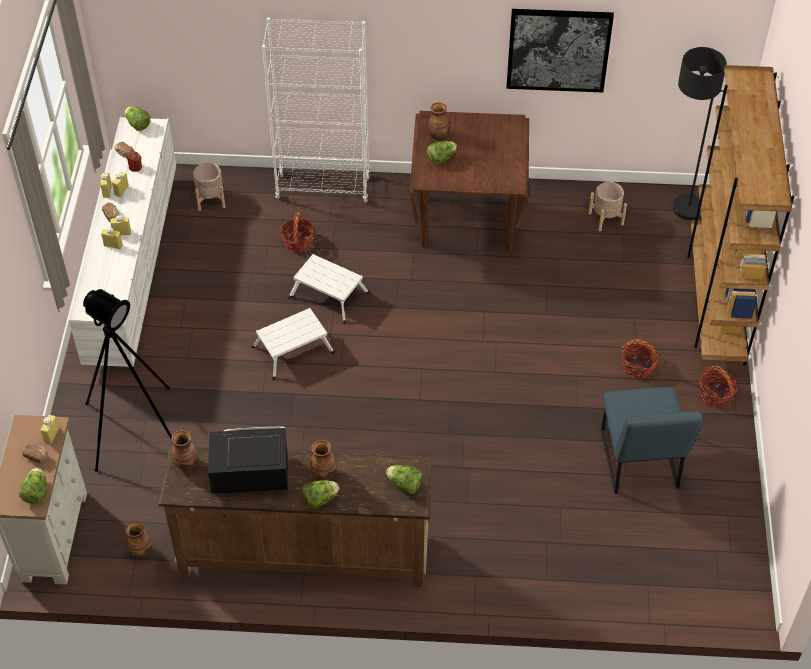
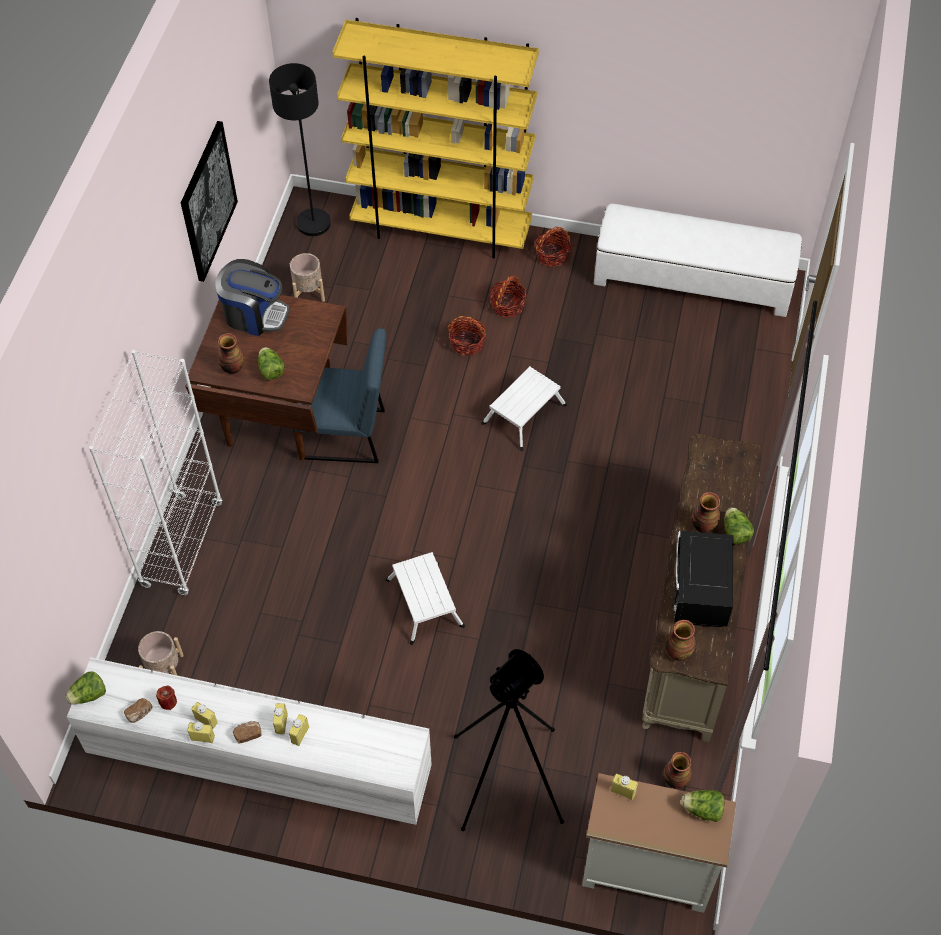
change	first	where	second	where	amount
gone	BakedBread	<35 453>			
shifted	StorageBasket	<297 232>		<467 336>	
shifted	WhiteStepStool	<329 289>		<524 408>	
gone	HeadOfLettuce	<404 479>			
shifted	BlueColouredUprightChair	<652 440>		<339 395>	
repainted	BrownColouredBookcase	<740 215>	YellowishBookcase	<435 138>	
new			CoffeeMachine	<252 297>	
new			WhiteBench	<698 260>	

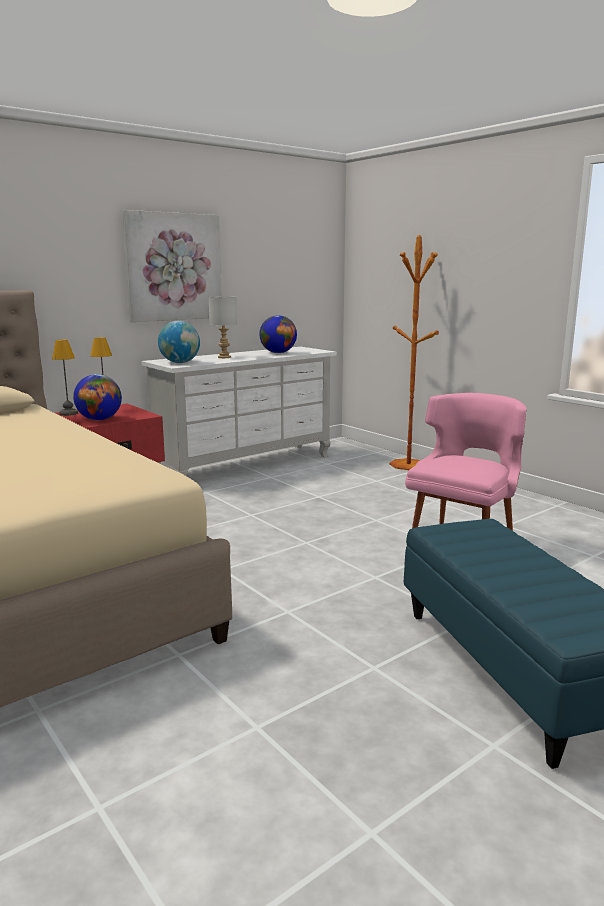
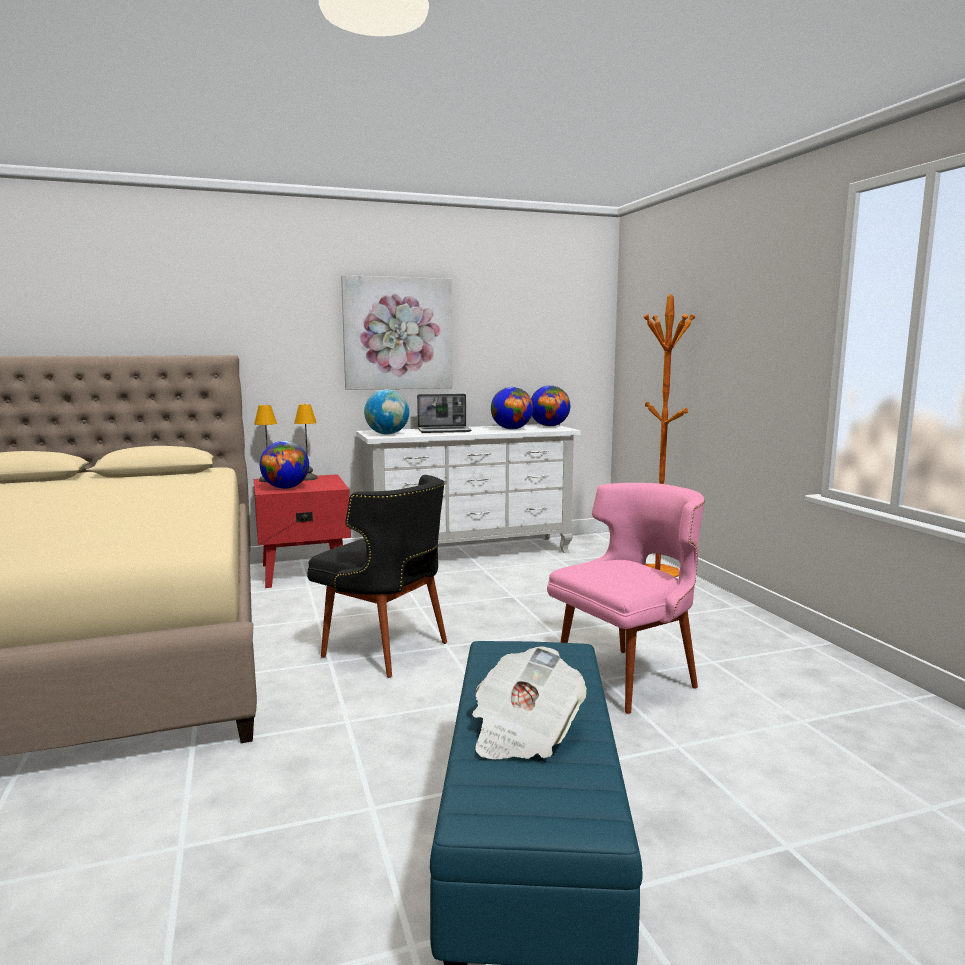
change	first	where	second	where	amount
swapped	GreyTableLamp	<223 327>	NotebookComputer	<444 413>	
new			BlackUprightChair	<377 576>	
new			Newspaper	<529 702>	
new			DeskGlobe	<550 405>	

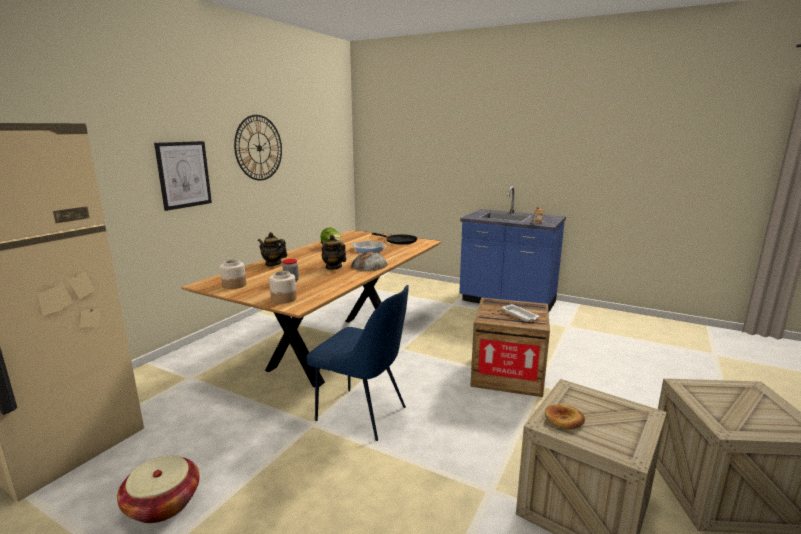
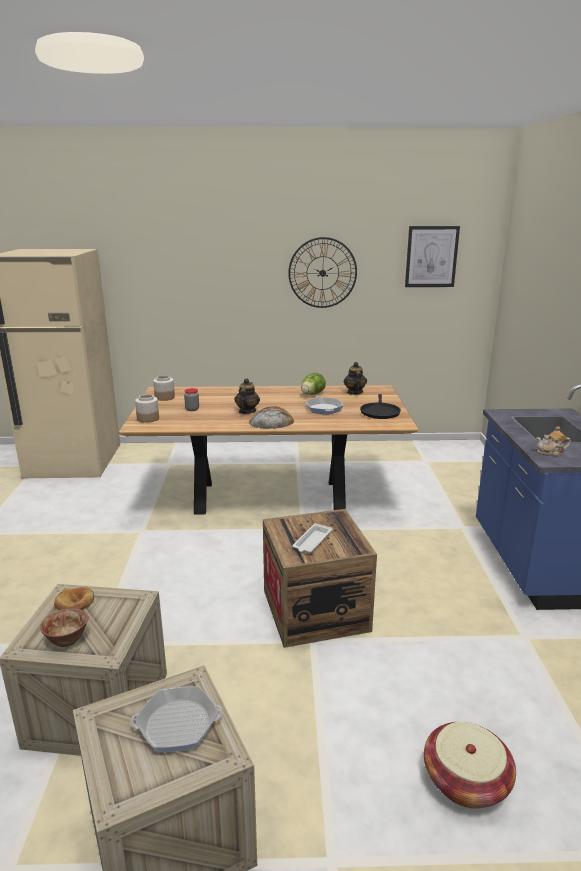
change	first	where	second	where	amount
shifted	StorageBasket	<158 489>		<470 765>	
shifted	WallArt	<183 176>		<432 256>	
shifted	Teapot	<272 249>		<355 378>	
gone	BlueColouredUprightChair	<358 363>			
new			Bowl	<64 627>	
new			Skillet	<176 719>	

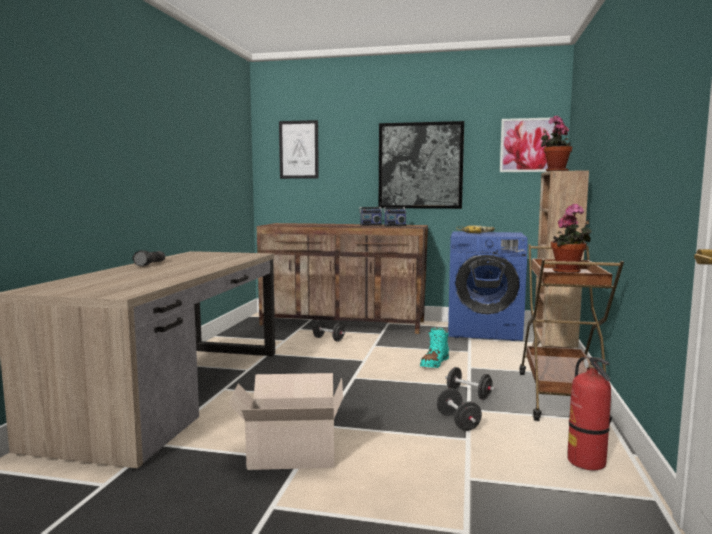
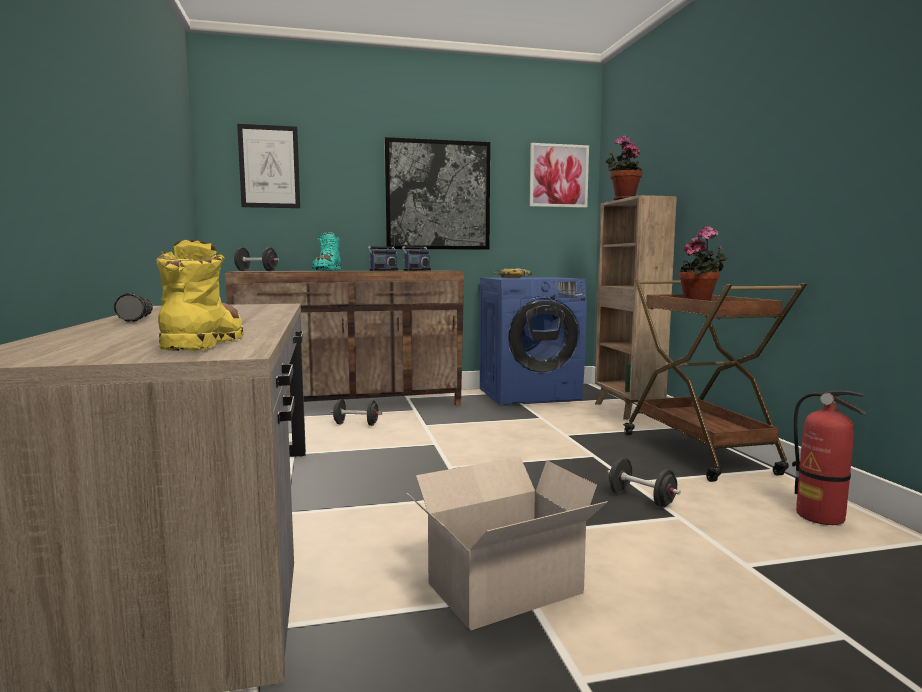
change	first	where	second	where	amount
shifted	BlueGreenHighTopBoot	<434 348>		<326 251>	
shifted	BlackHandWeight	<470 383>		<256 259>	
new			YellowishHighTopBoot	<200 295>	

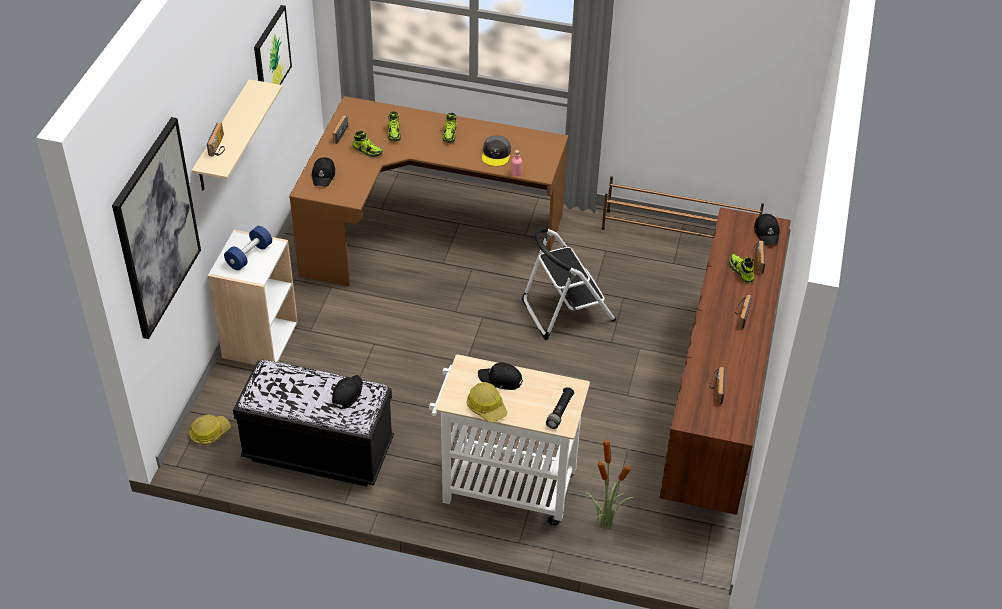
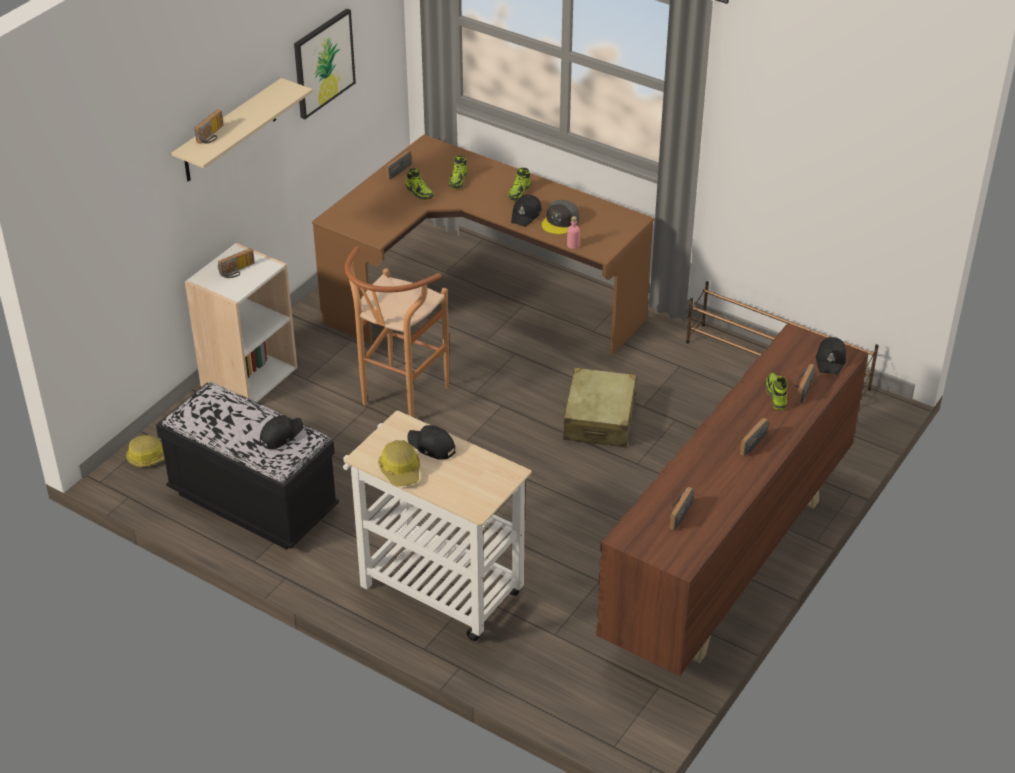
change	first	where	second	where	amount
gone	WallArt	<156 228>			
swapped	BlueColouredHandWeight	<248 248>	RadioSet	<236 263>	
shifted	BlackCap	<323 172>		<526 211>	
swapped	StepStool	<569 284>	BeigeTravelCase	<600 408>	
gone	BlackHandTorch	<560 408>			
gone	PlantInAPot	<609 484>			
new			BrownColouredStoolSeat	<397 331>	

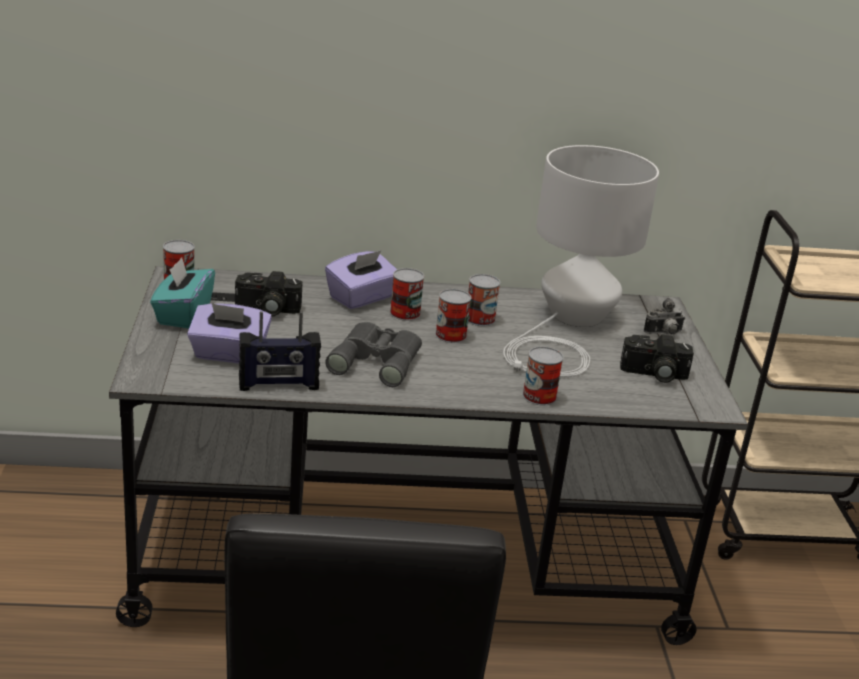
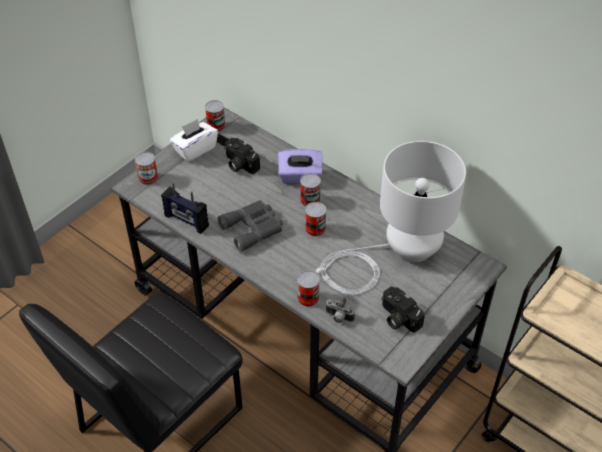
change	first	where	second	where	amount
repainted	BlueGreenBoxOfTissues	<182 292>	WhiteBoxOfTissues	<194 140>	
gone	PurpleBoxOfTissues	<229 333>			
shifted	MetalCan	<484 300>		<146 168>	
shifted	PhotoCamera	<664 316>		<340 310>	

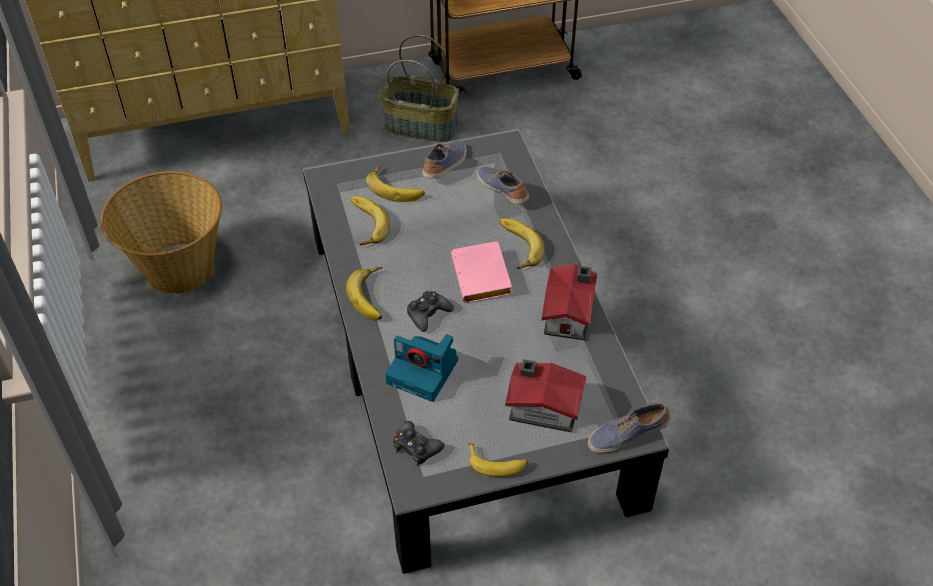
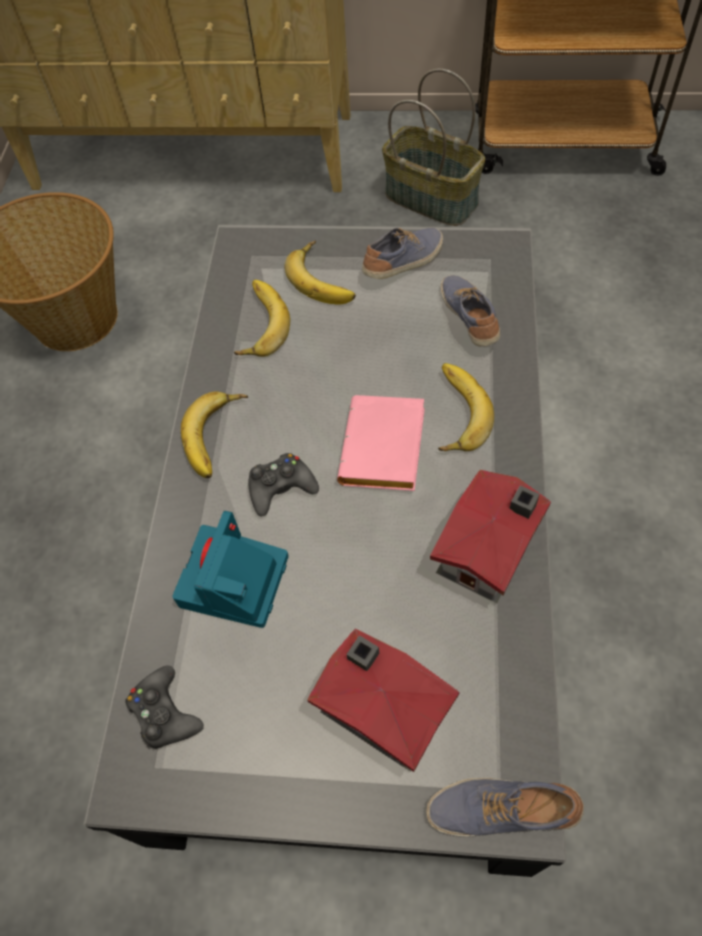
change	first	where	second	where	amount
rotated	PhotoCamera	<421 368>		<230 569>	60 degrees clockwise
gone	WholeBanana	<499 460>			

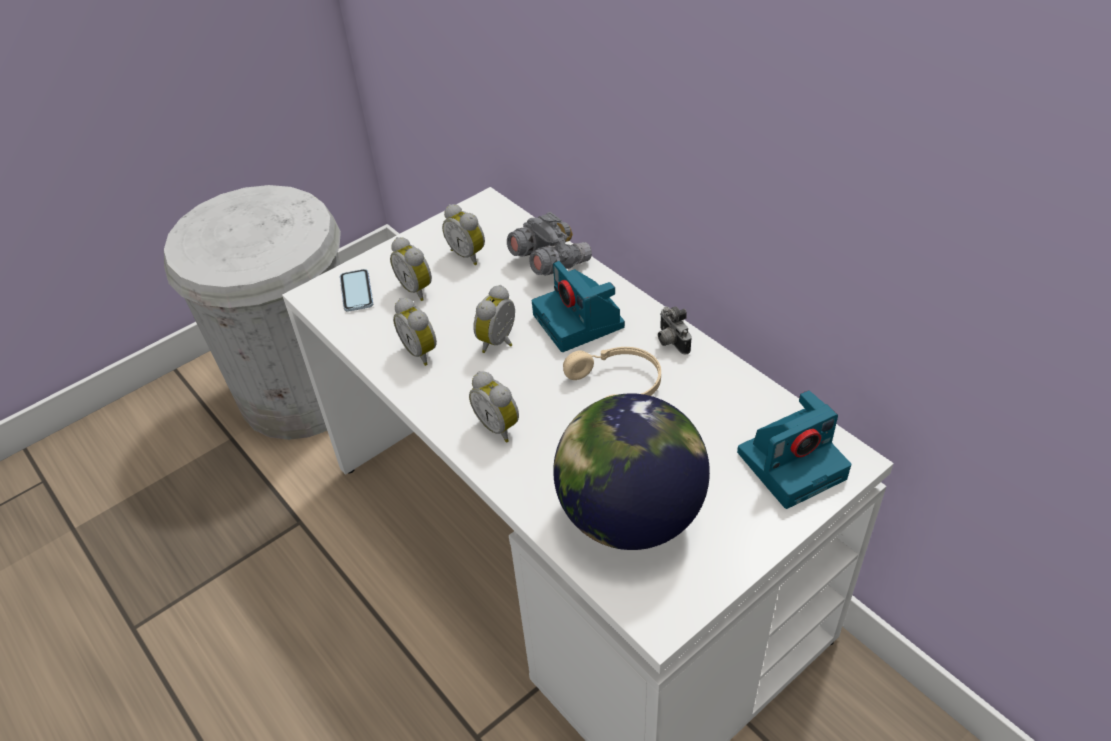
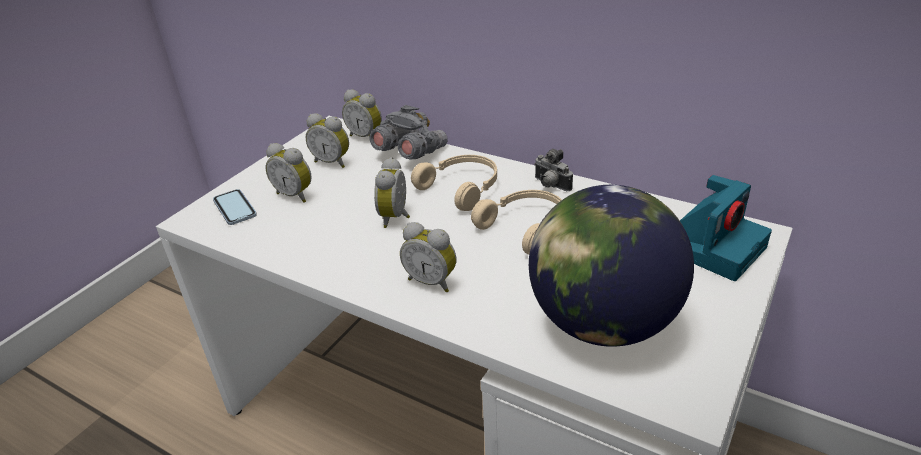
change	first	where	second	where	amount
gone	WhiteWasteBin	<252 312>			
shifted	TableClock	<415 332>		<362 113>	
swapped	PhotoCamera	<578 306>	BeigeHeadphones	<454 183>	

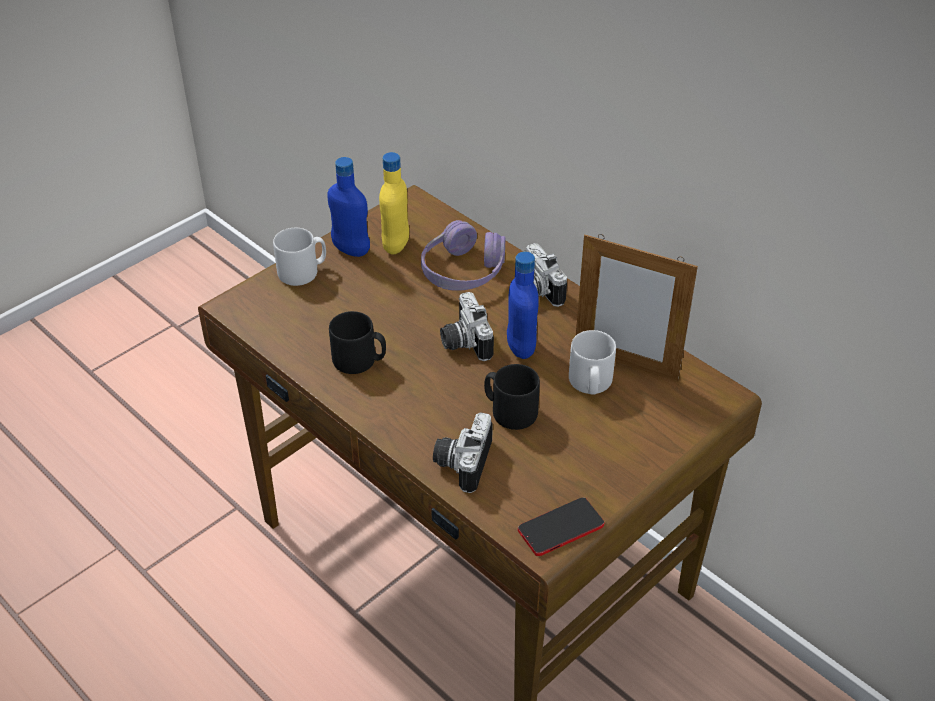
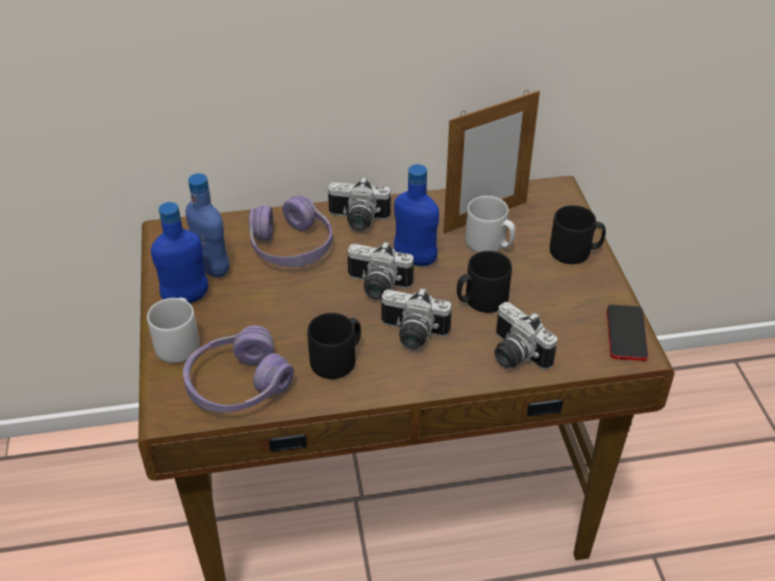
change	first	where	second	where	amount
repainted	YellowishDrinkBottle	<394 203>	BlueColouredDrinkBottle	<207 225>	
new			PurpleHeadphones	<238 369>	
new			PhotoCamera	<416 318>	
new			BlackCoffeeMug	<578 234>	

